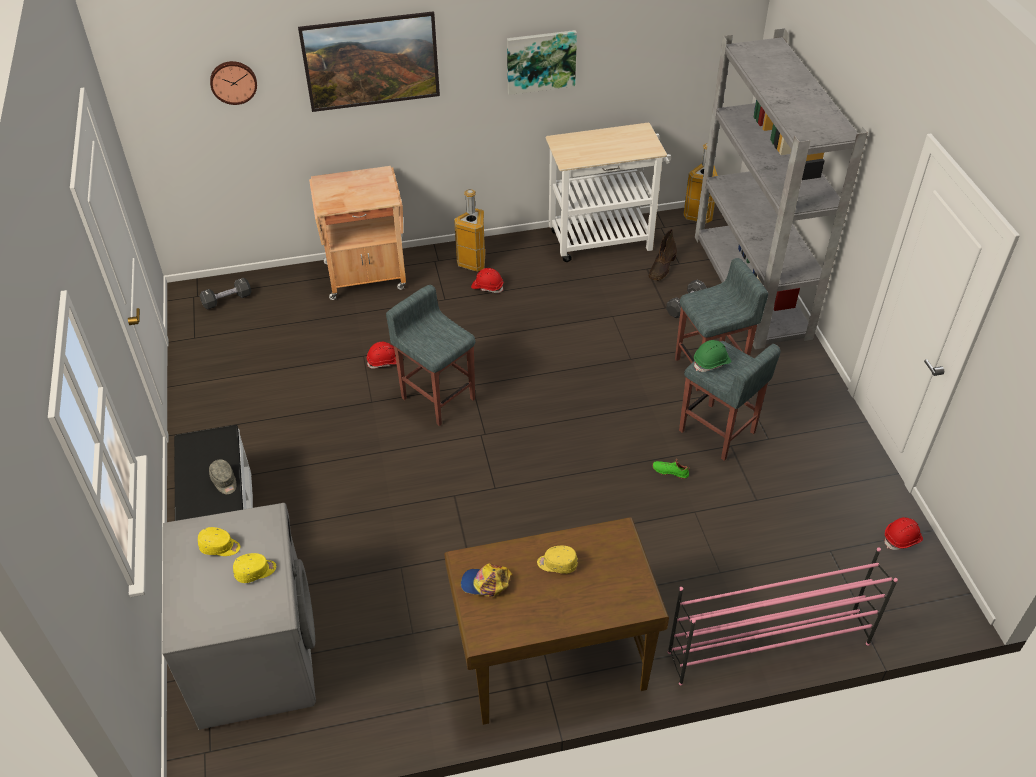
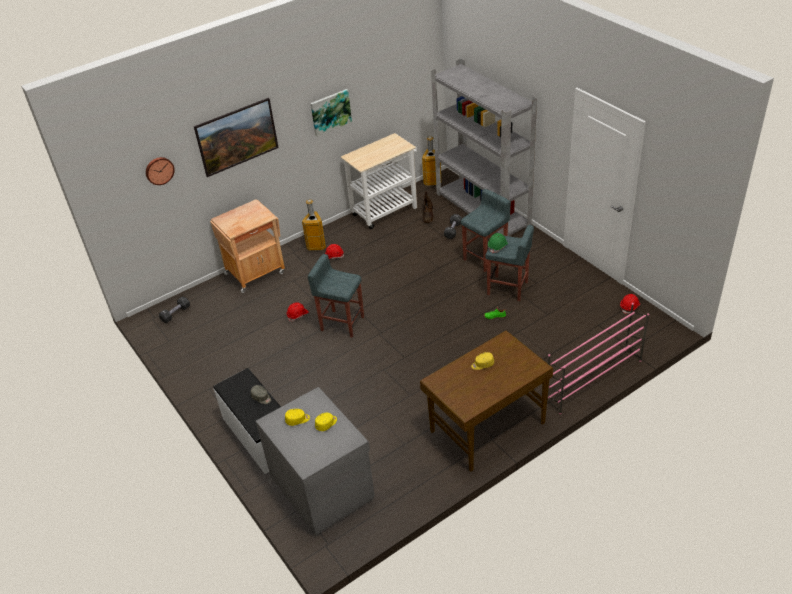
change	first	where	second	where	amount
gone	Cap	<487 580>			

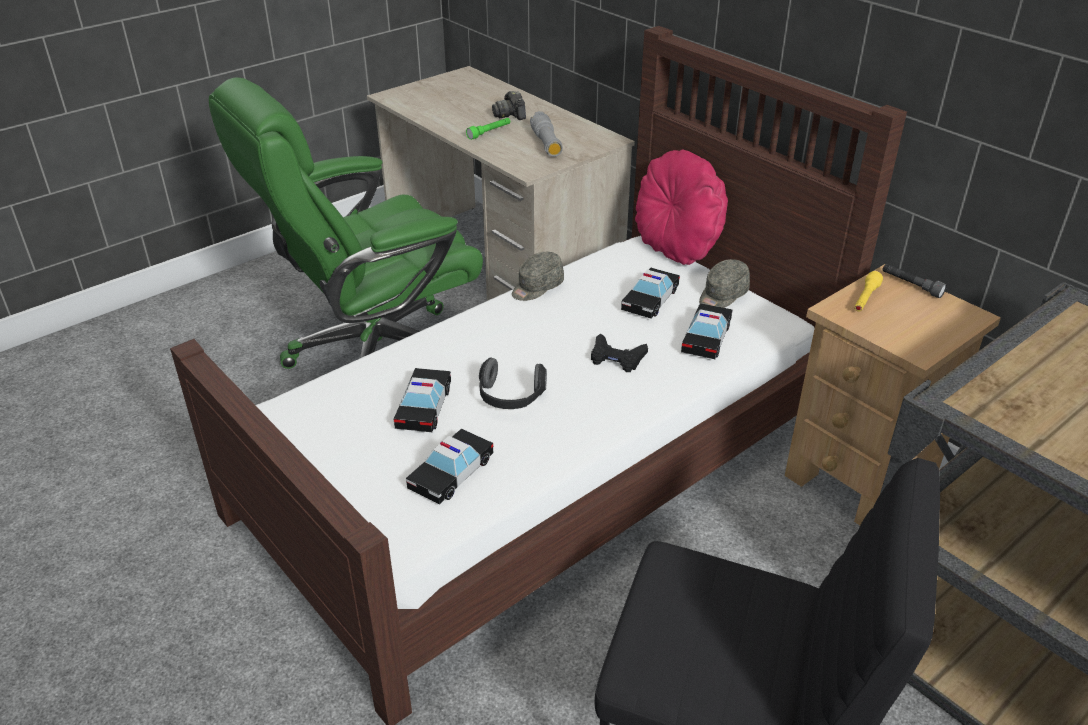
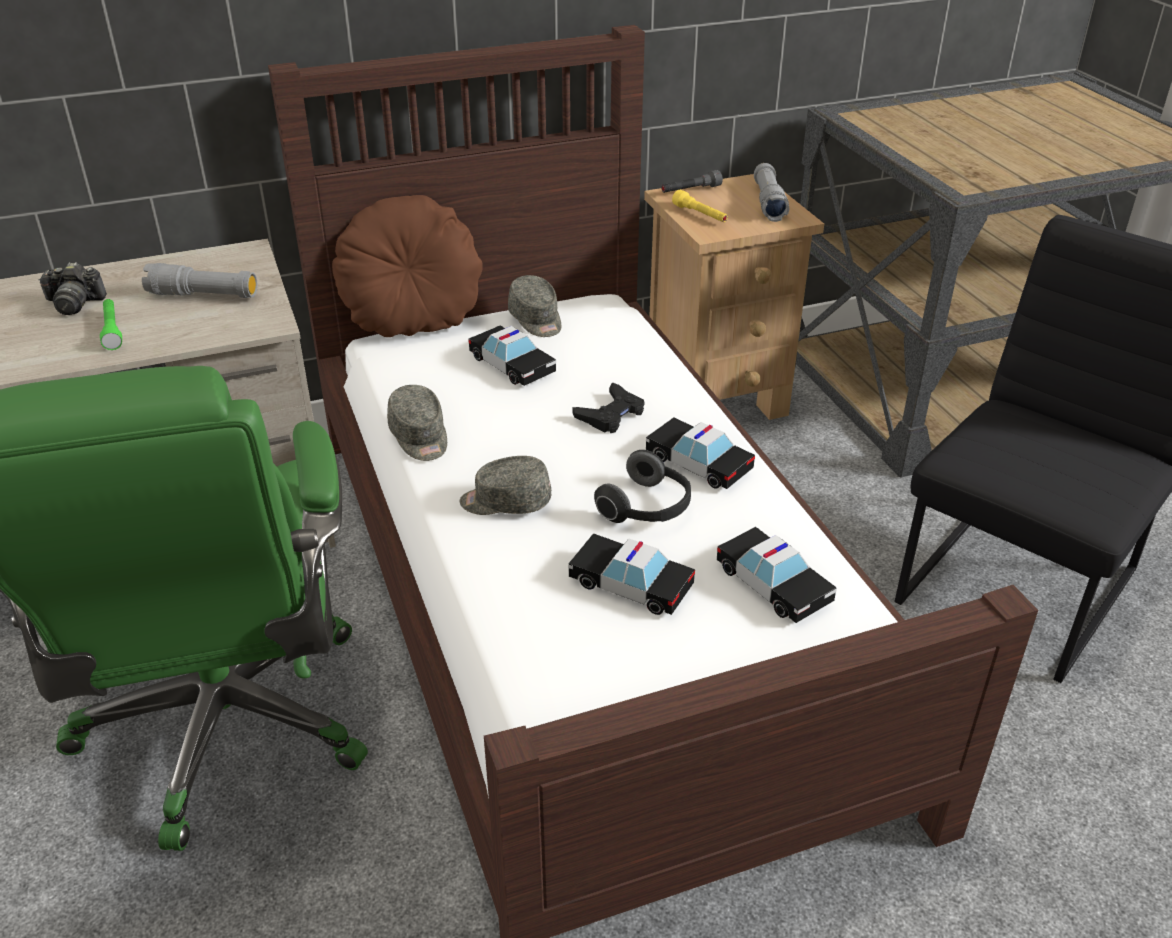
change	first	where	second	where	amount
repainted	PinkThrowPillow	<681 207>	BrownColouredThrowPillow	<407 266>	
shifted	ToyCar	<706 331>		<700 453>	
new			GreyCap	<506 485>	
new			GreyHandTorch	<771 192>	

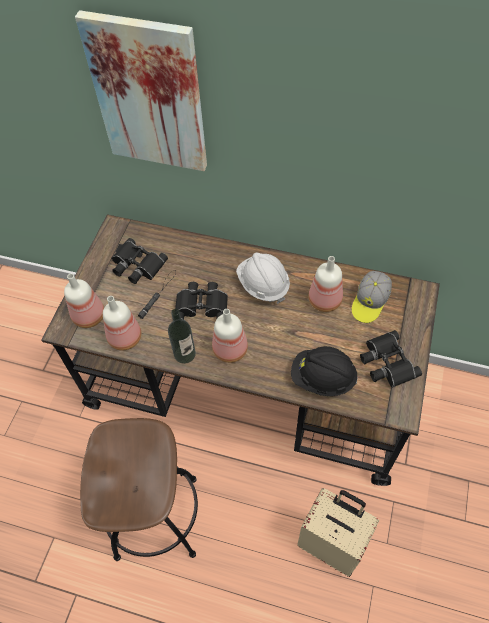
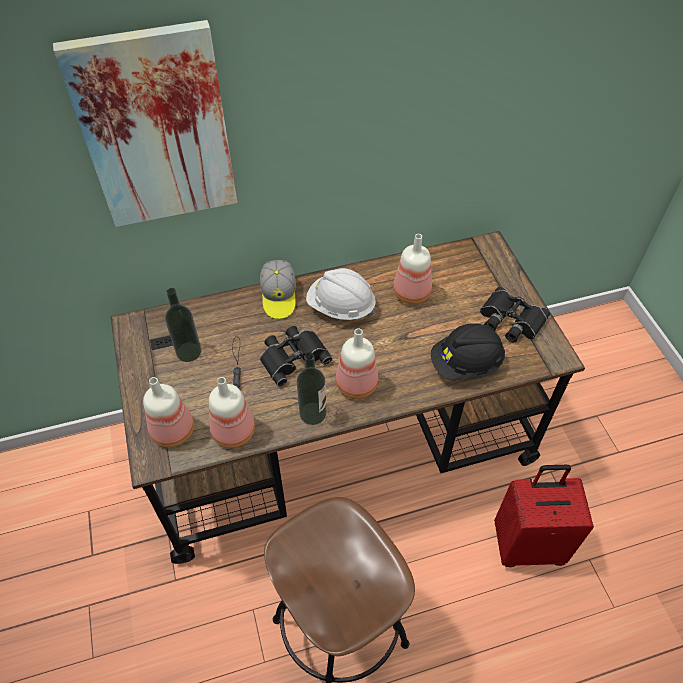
change	first	where	second	where	amount
swapped	BlackFieldGlasses	<140 261>	DrinkBottle	<183 325>	
repainted	BeigeTravelCase	<338 532>	RedColouredTravelCase	<544 516>	
shifted	Cap	<372 297>		<278 289>	

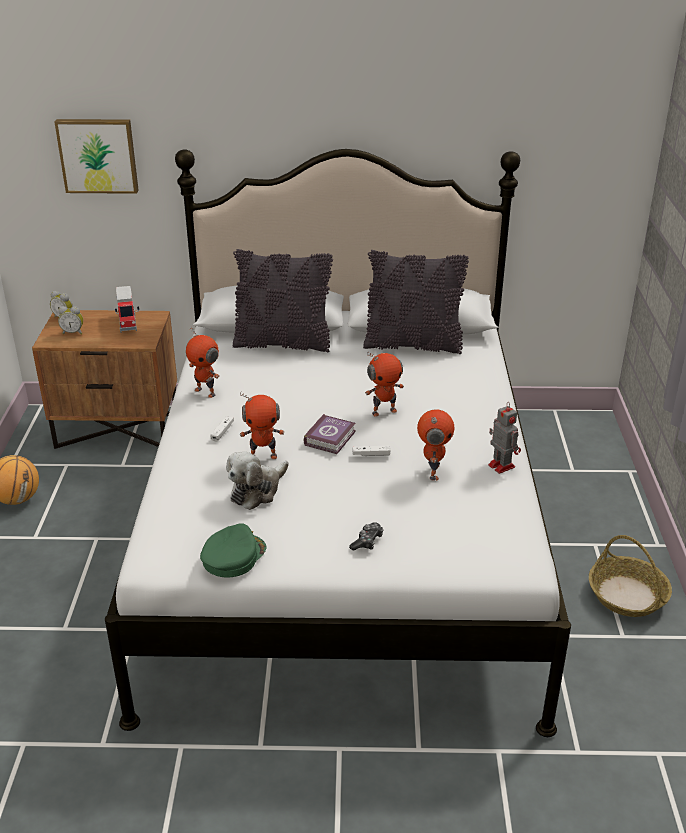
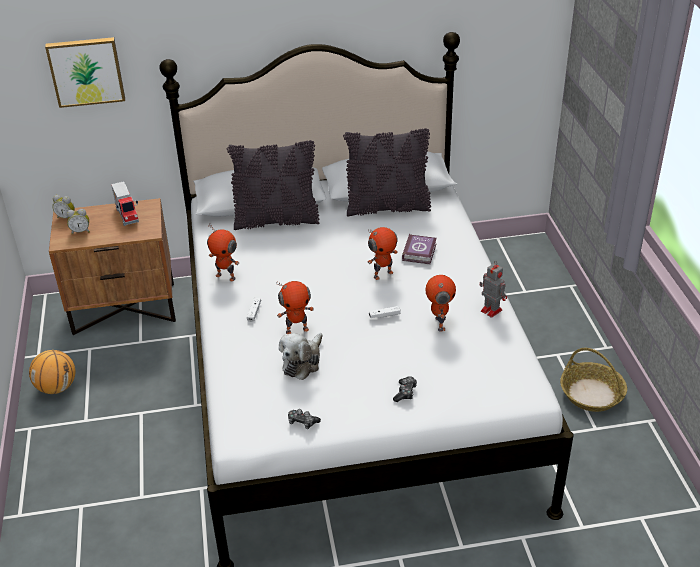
change	first	where	second	where	amount
swapped	GreenColouredCap	<233 550>	GameController	<304 419>	
shifted	BoundBook	<330 434>		<419 249>	

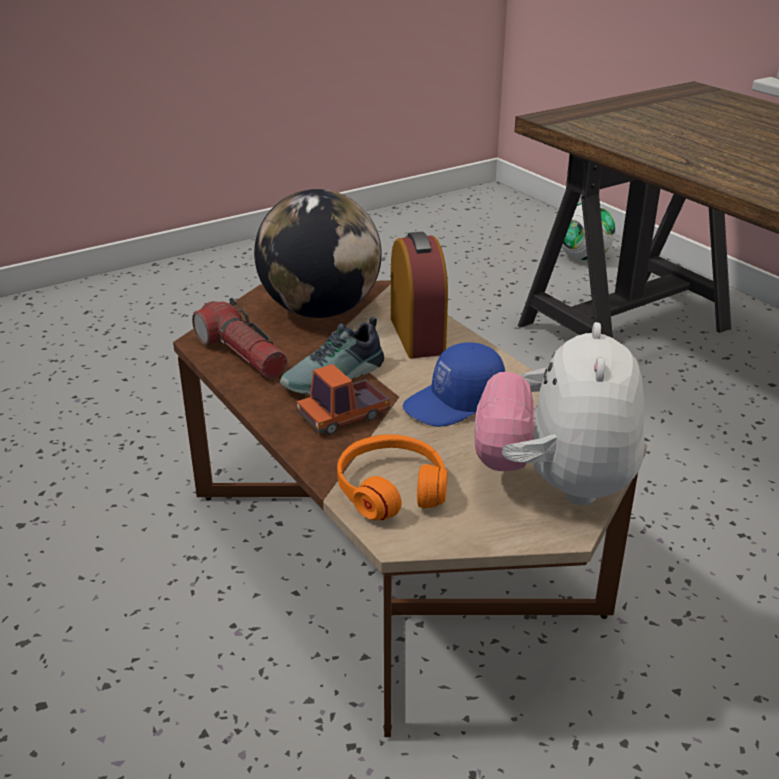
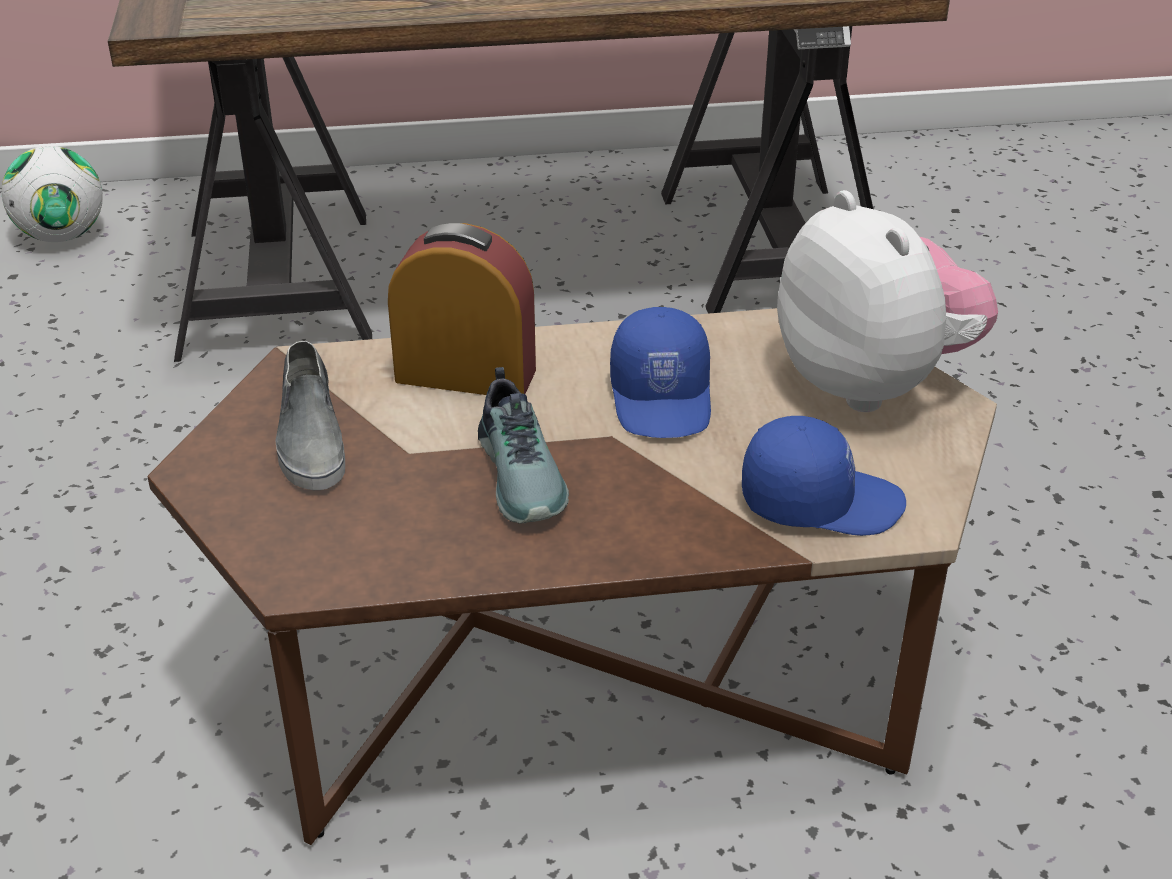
change	first	where	second	where	amount
gone	HandTorch	<240 338>			
swapped	DeskGlobe	<318 253>	GreyShoe	<310 415>	
gone	ModelTruck	<343 399>			
swapped	OrangeyHeadphones	<392 477>	BlueColouredCap	<824 476>	
rotated	CuddlyToy	<560 414>		<887 301>	150 degrees counterclockwise

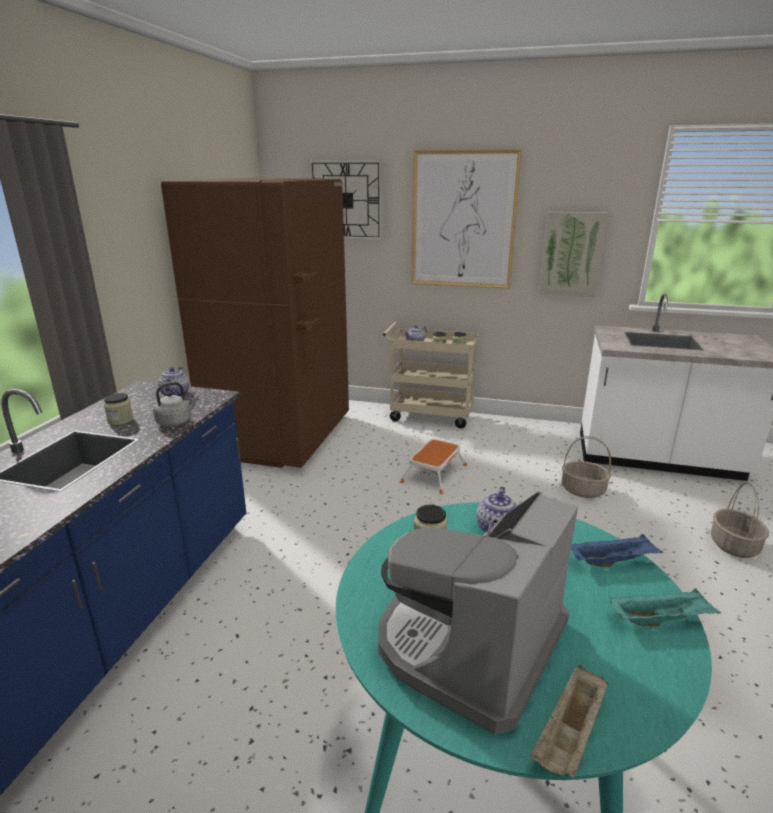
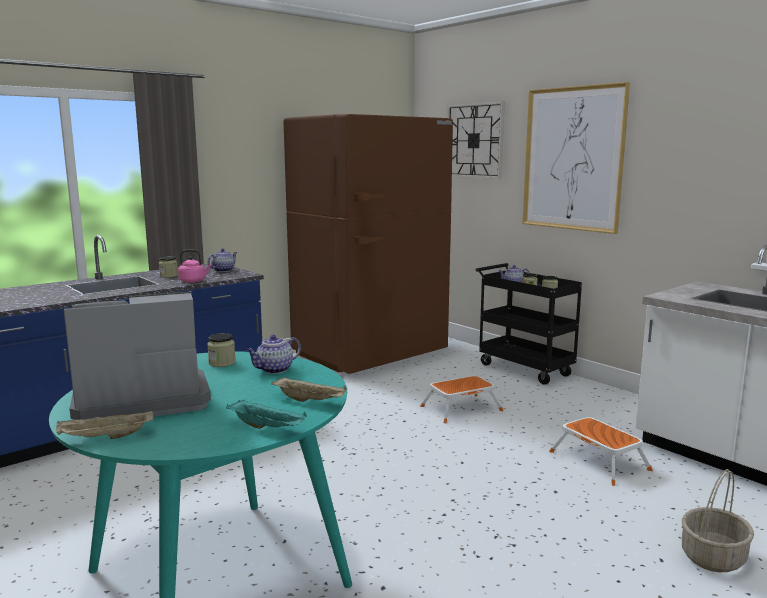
change	first	where	second	where	amount
repainted	GreyTeaKettle	<176 404>	PinkTeaKettle	<195 266>	
repainted	BeigeTrolley	<430 375>	BlackTrolley	<529 324>	
gone	WallArt	<573 254>			
swapped	StorageBasket	<586 467>	OrangeyStepStool	<601 451>	
repainted	BlueColouredServingTray	<617 550>	BeigeServingTray	<309 389>	

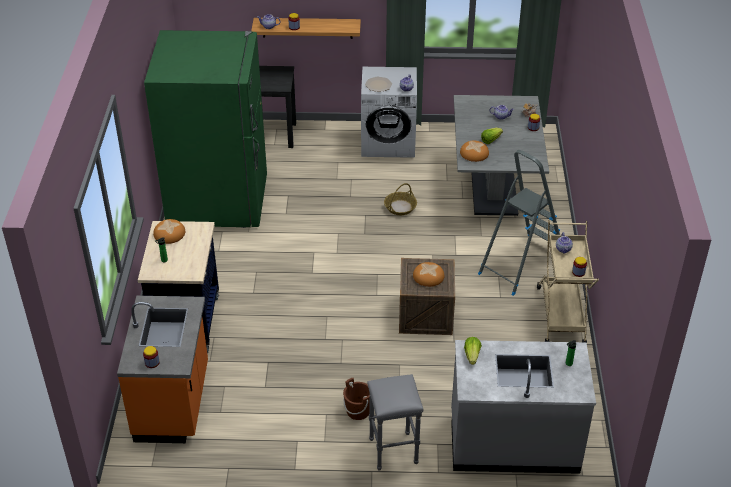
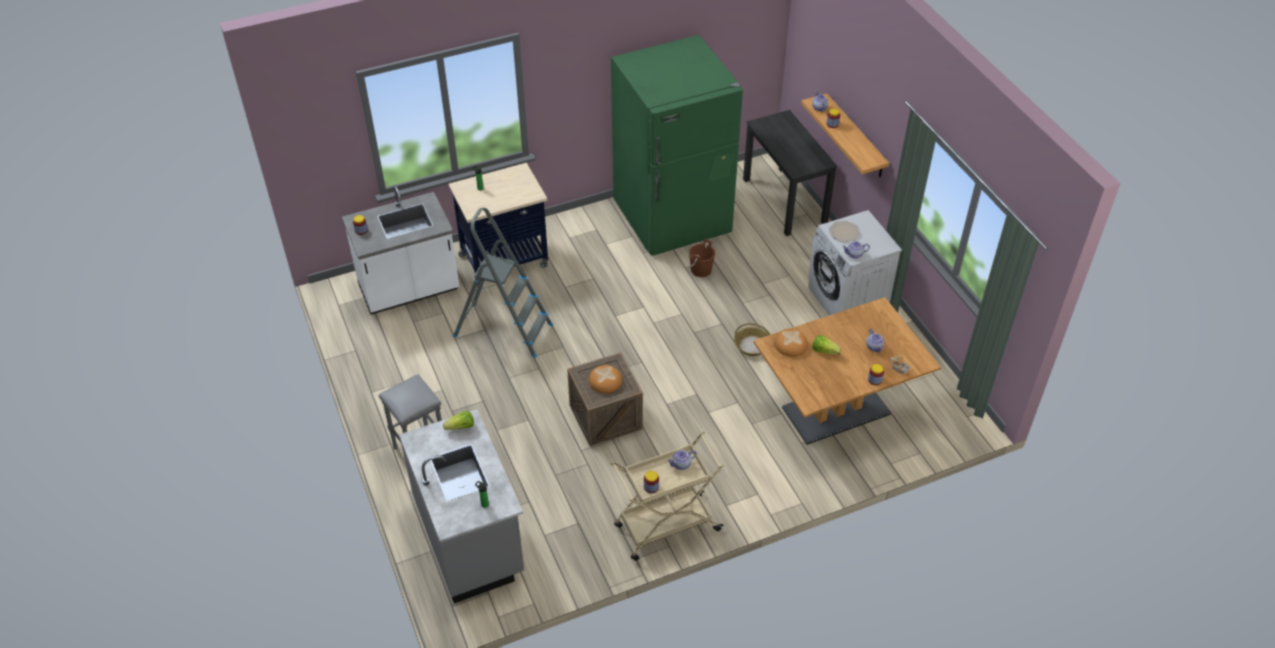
change	first	where	second	where	amount
repainted	OrangeyCounter	<162 369>	WhiteCounter	<400 249>	
gone	BakedBread	<169 231>			
shifted	BrownColouredPail	<356 399>		<702 258>	
repainted	GreyDiningTable	<501 155>	BrownColouredDiningTable	<847 371>	
shifted	GreyStepStool	<519 223>		<503 283>	

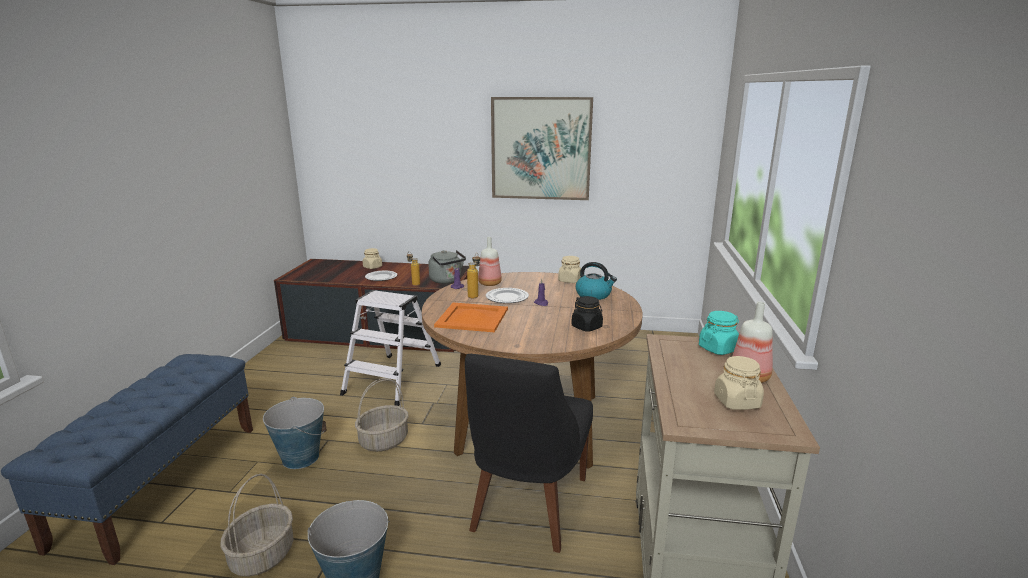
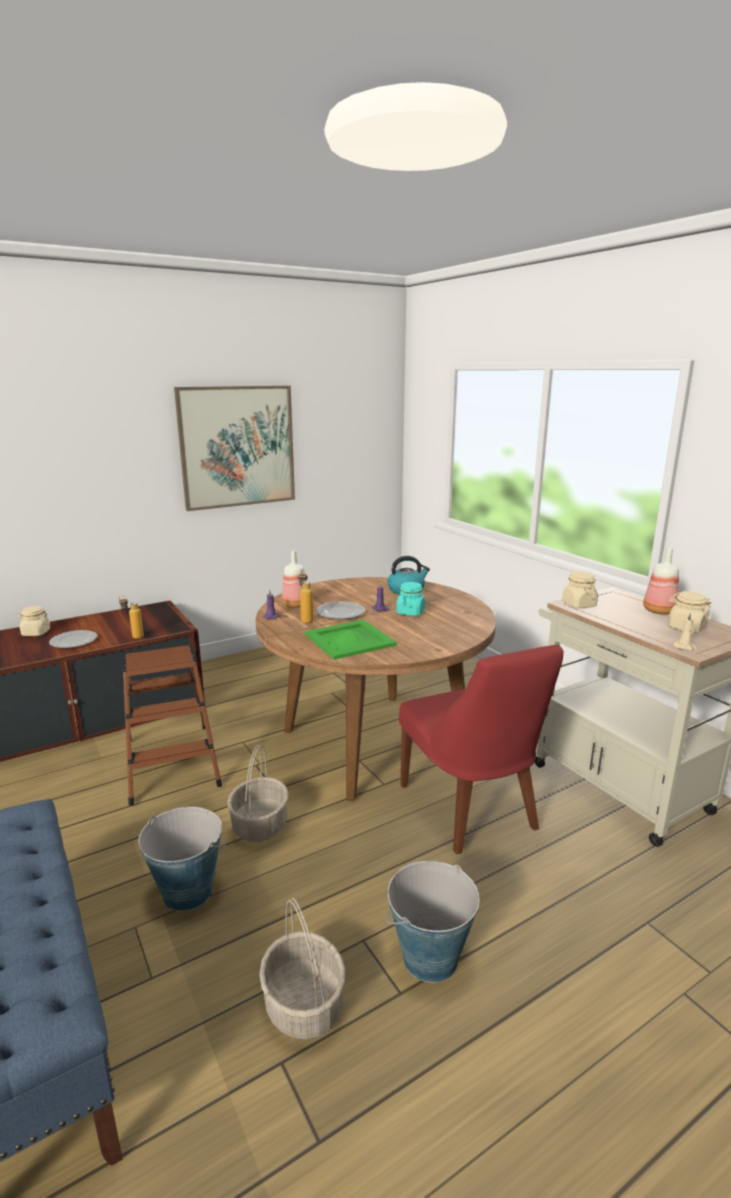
change	first	where	second	where	amount
repainted	WhiteStepStool	<390 348>	BrownColouredStepStool	<172 725>	
gone	GreyTeaKettle	<447 267>			
repainted	OrangeyServingTray	<471 317>	GreenColouredServingTray	<351 640>	
repainted	BlackUprightChair	<529 453>	RedColouredUprightChair	<481 749>	
shifted	BeigeJar	<569 269>		<580 589>	
gone	BlackJar	<587 314>			
shifted	BlueGreenJar	<719 333>		<410 599>	
new			BeigeWaxCandle	<685 631>	

